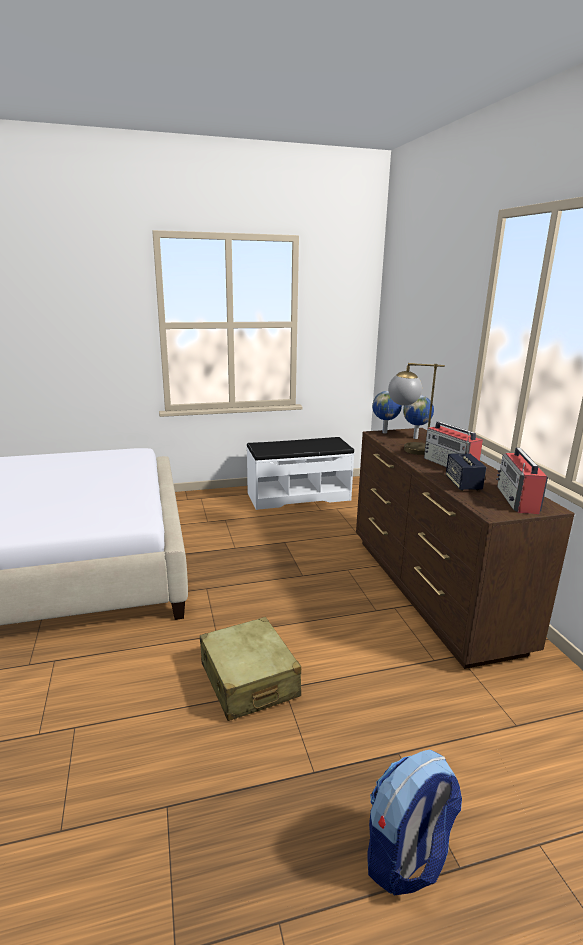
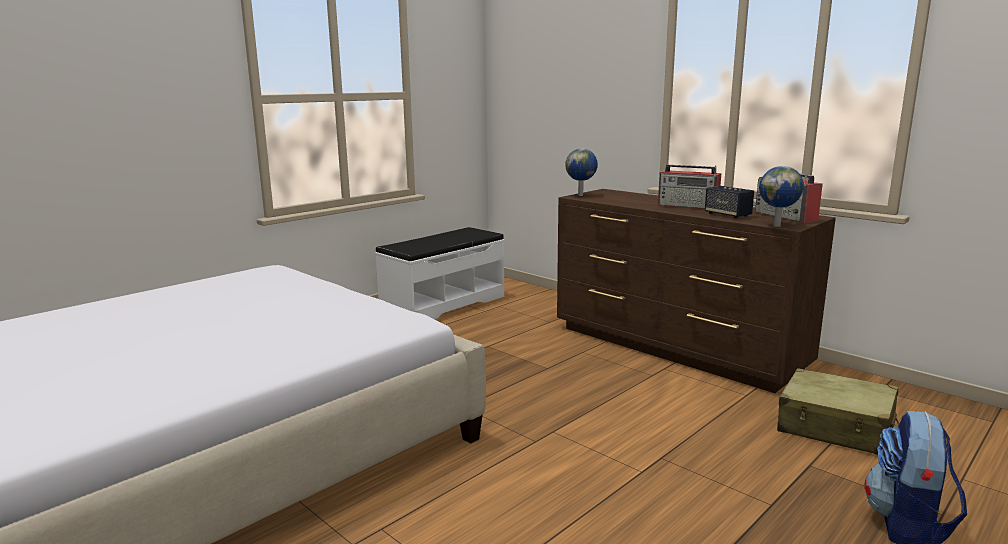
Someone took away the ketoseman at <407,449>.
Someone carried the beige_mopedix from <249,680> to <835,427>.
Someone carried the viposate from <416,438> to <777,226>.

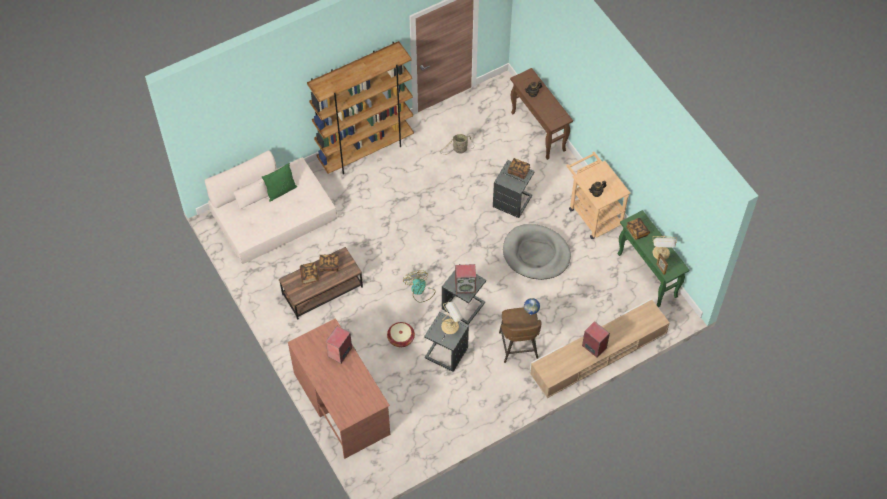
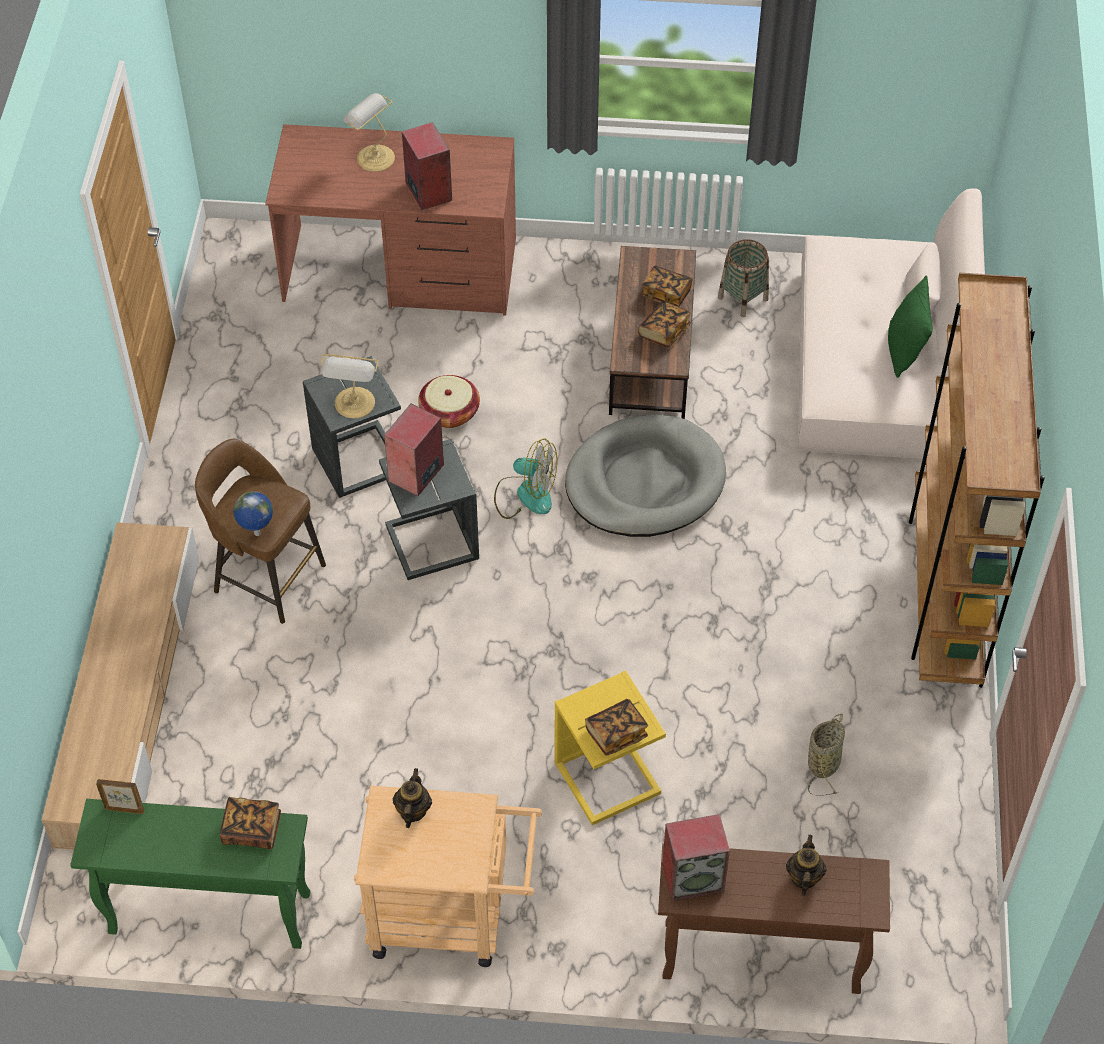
Someone put down the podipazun at <742,298>.
Someone carried the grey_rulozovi from <536,254> to <645,482>.
Someone carried the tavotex from <593,347> to <693,877>.
Someone carried the ketoseman from <661,253> to <373,157>.
Someone repainted the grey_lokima at <513,201>, which became the yellow_lokima at <607,780>.

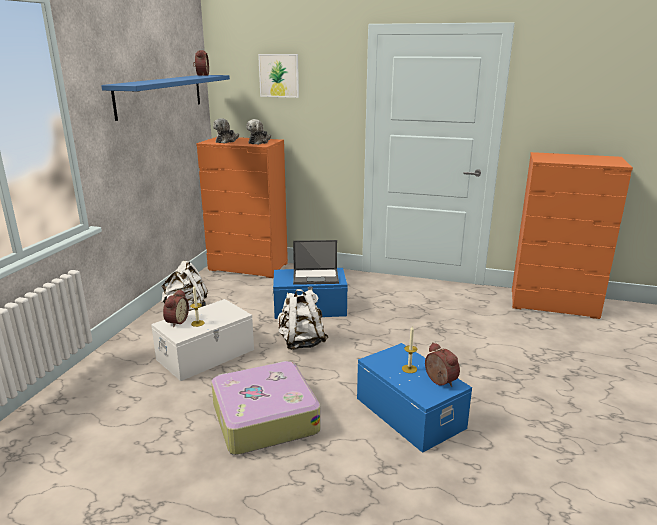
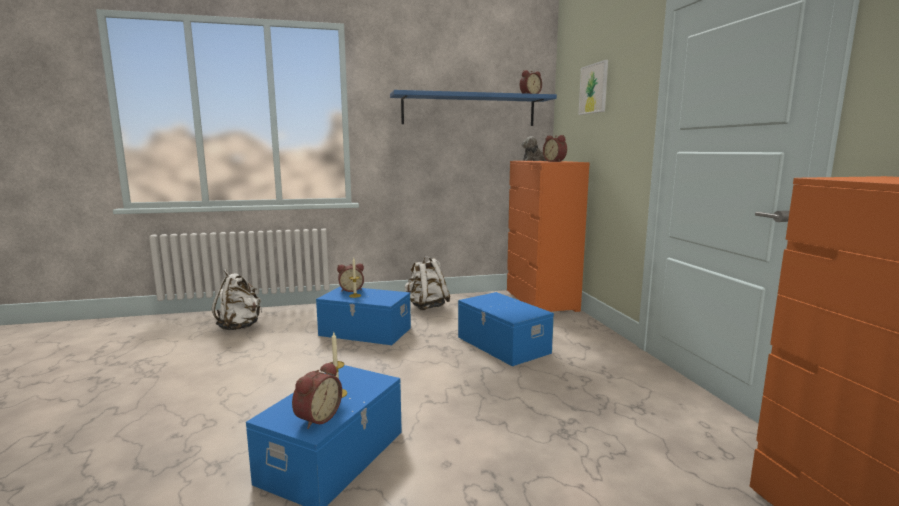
Someone took away the mopedix at <264,418>.
Someone took away the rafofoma at <316,277>.
Someone carried the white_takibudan from <301,342> to <239,327>.
Someone swapped the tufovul at <259,142> for the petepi at <555,161>.
Someone repainted the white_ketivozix at <206,355>, which became the blue_ketivozix at <365,332>.

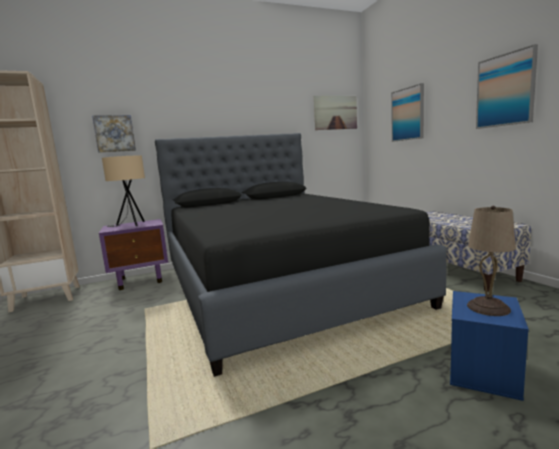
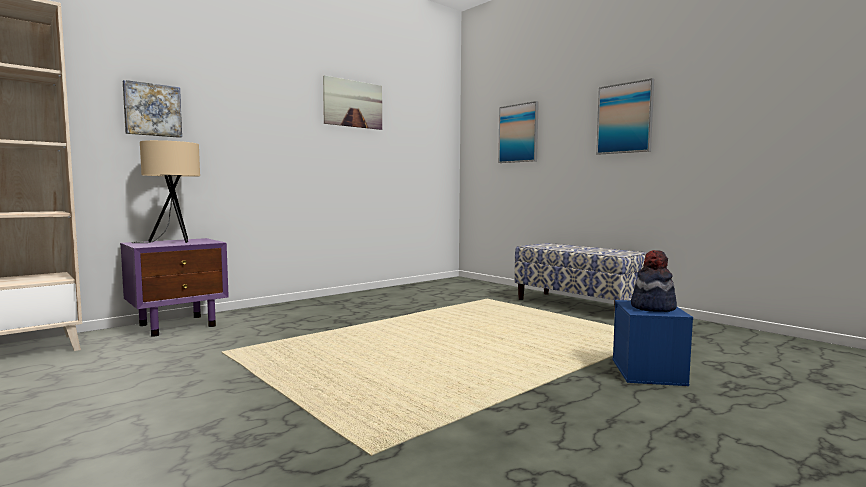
Someone took away the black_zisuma at <278,284>.
Someone carried the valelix from <335,112> to <353,104>.
Someone swapped the beige_ketoseman at <487,307> for the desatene at <652,307>.

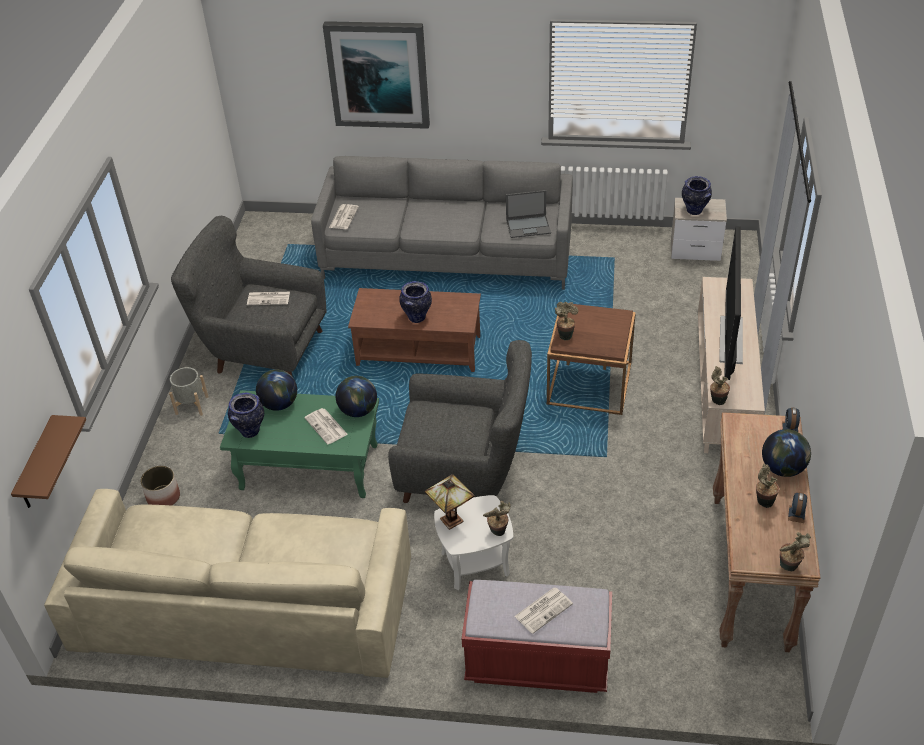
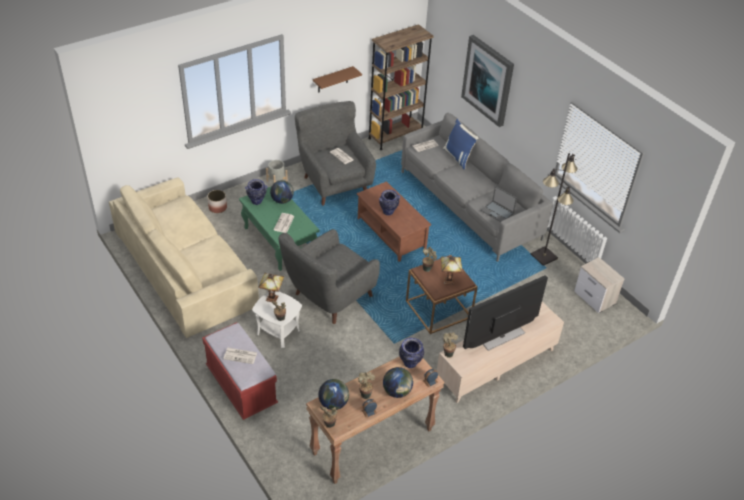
Someone put down the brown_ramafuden at <395,136>.
Someone put down the ketoseman at <448,280>.
Someone put down the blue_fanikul at <458,157>.
Someone put down the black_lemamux at <544,256>.
Someone carried the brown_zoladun from <37,465> to <333,79>.
Someone carried the viposate from <358,410> to <333,403>.
Someone carried the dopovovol from <694,211> to <410,364>.
Someone rotated the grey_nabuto at <465,474> by 75 degrees clockwise.

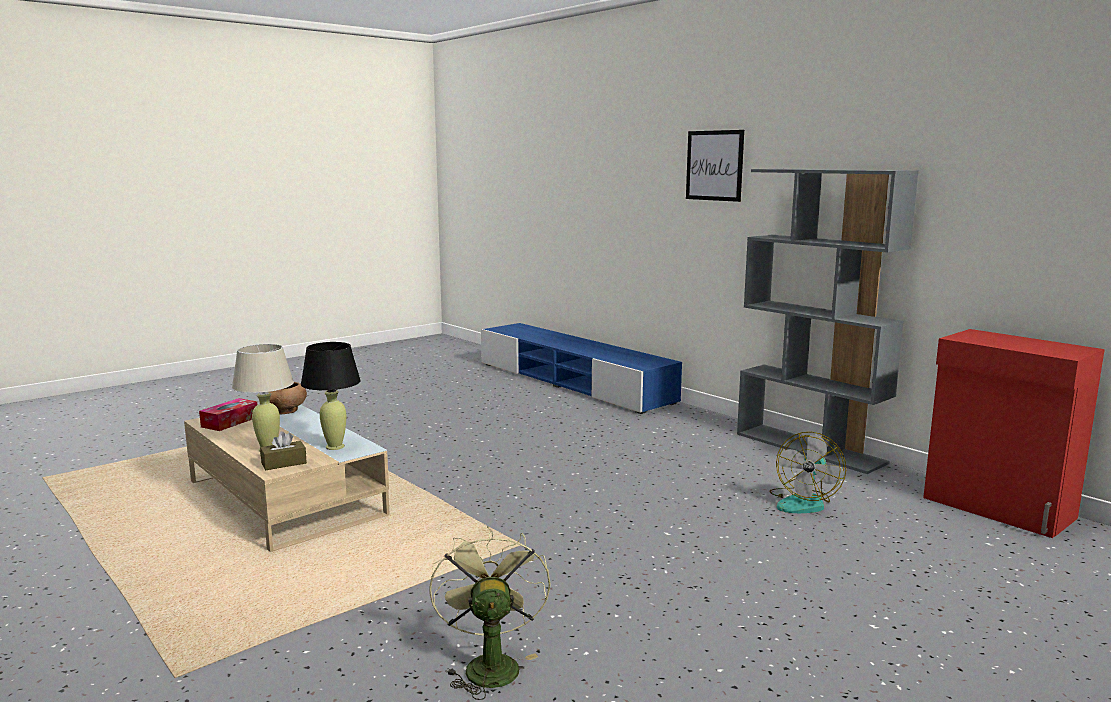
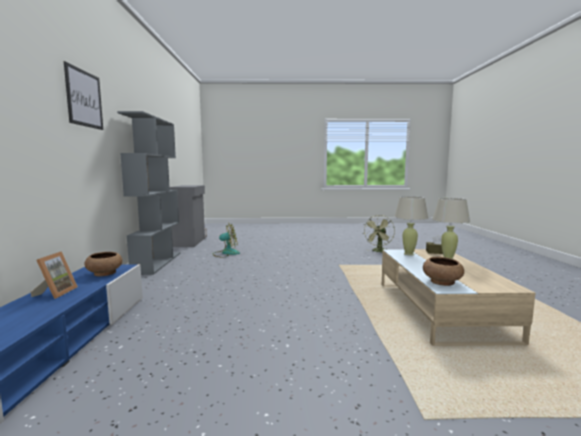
Someone took away the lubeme at <230,422>.
Someone put down the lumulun at <56,293>.
Someone put down the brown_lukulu at <105,273>.
Someone repainted the black_ketoseman at <335,447>, which became the beige_ketoseman at <409,254>.
Someone repainted the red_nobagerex at <998,508>, which became the grey_nobagerex at <190,242>.

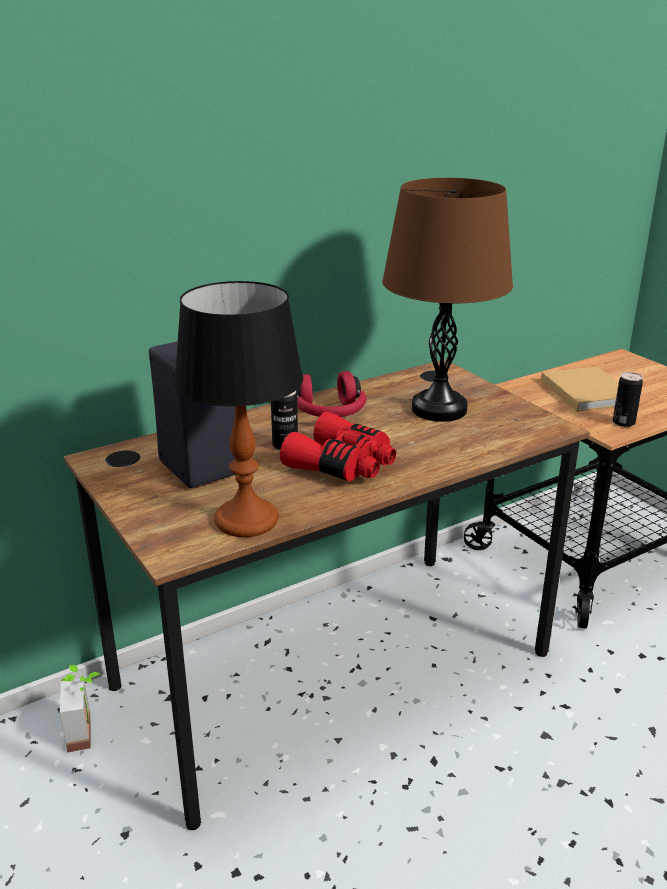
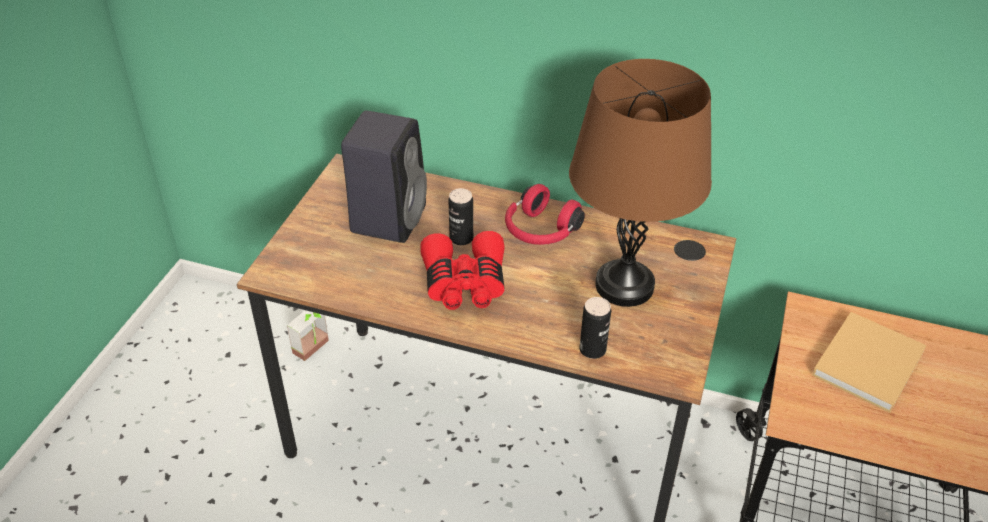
Someone took away the ketoseman at <246,520>.
Someone carried the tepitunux from <623,423> to <592,349>.

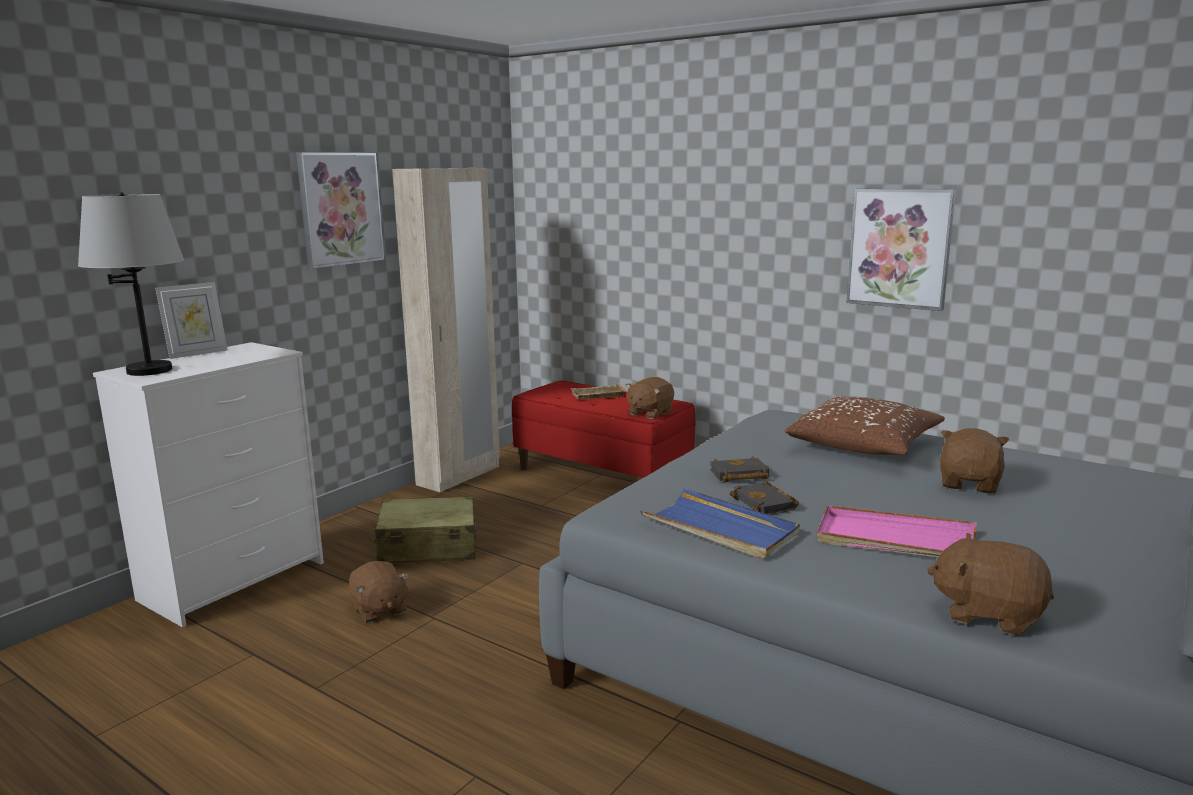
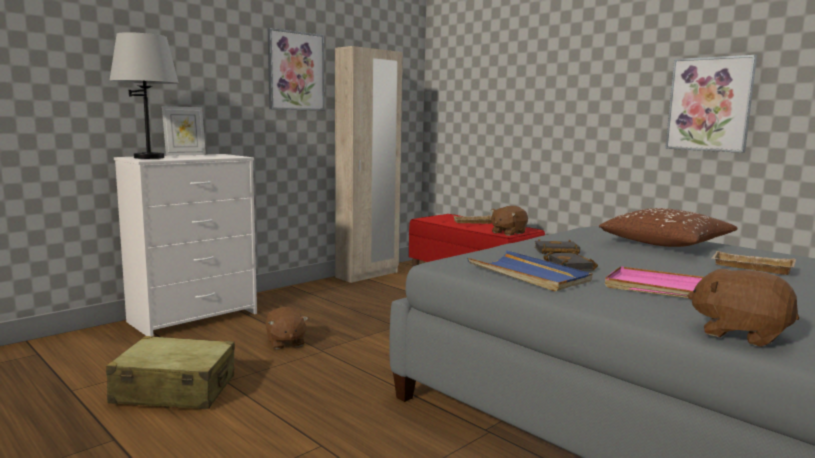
Someone carried the beige_mopedix from <427,547> to <175,390>.
Someone swapped the brown_tufovul at <970,484> for the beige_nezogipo at <750,268>.

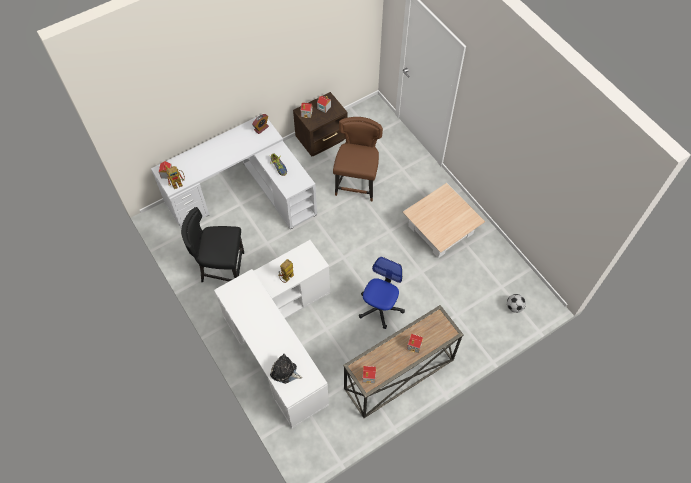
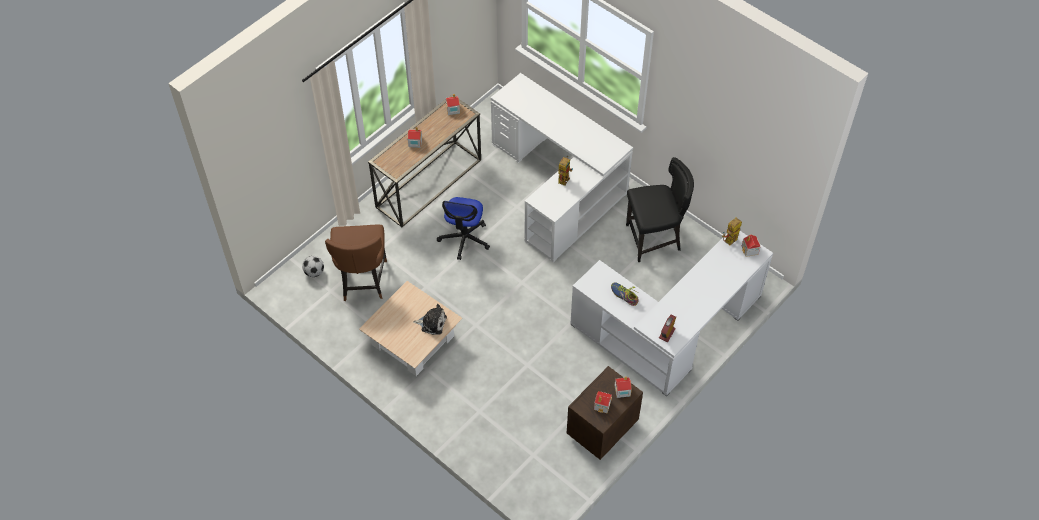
Someone carried the tufovul from <285,372> to <432,323>.
Someone carried the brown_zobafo from <357,183> to <362,281>.

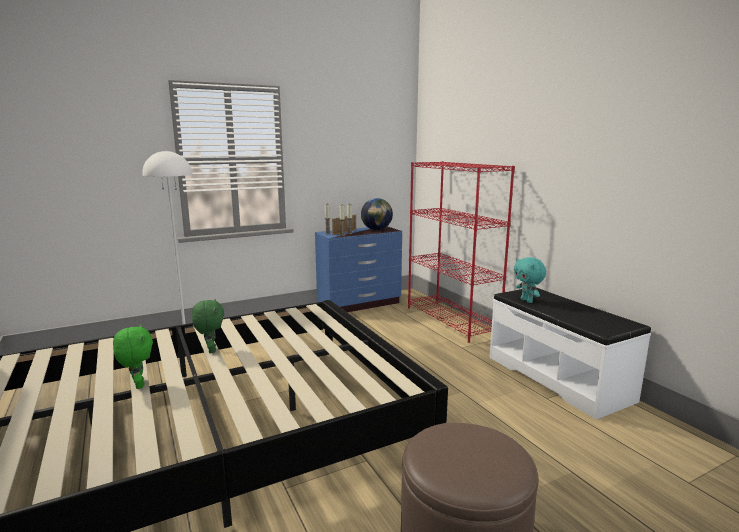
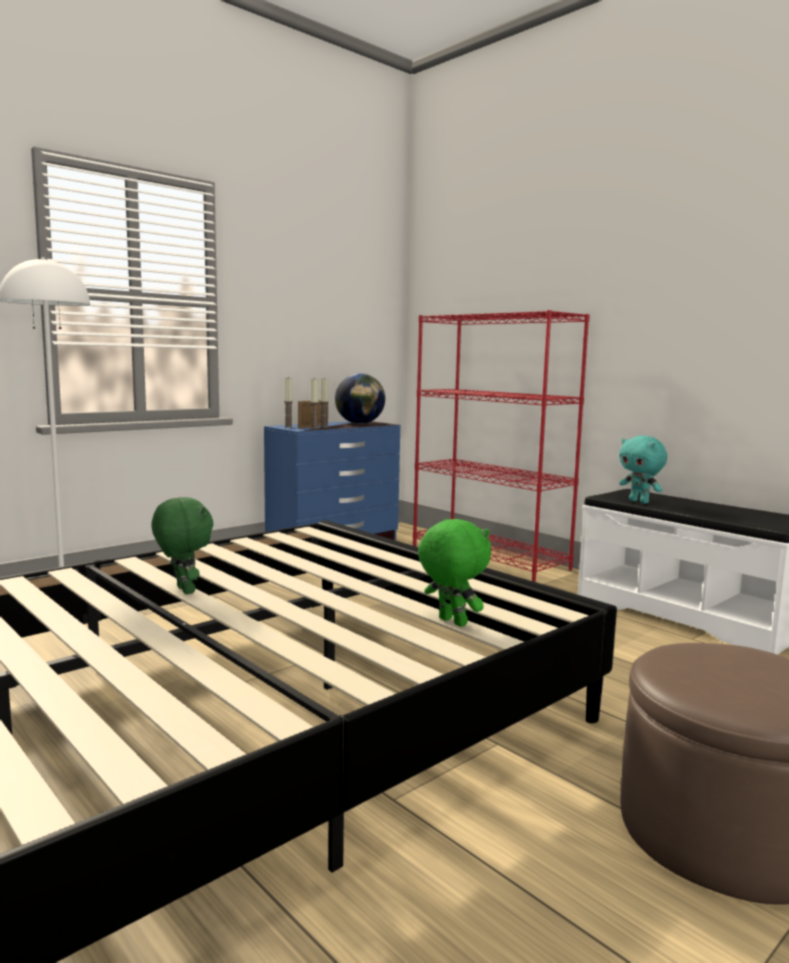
Someone carried the green_tufovul from <138,385> to <451,622>.

